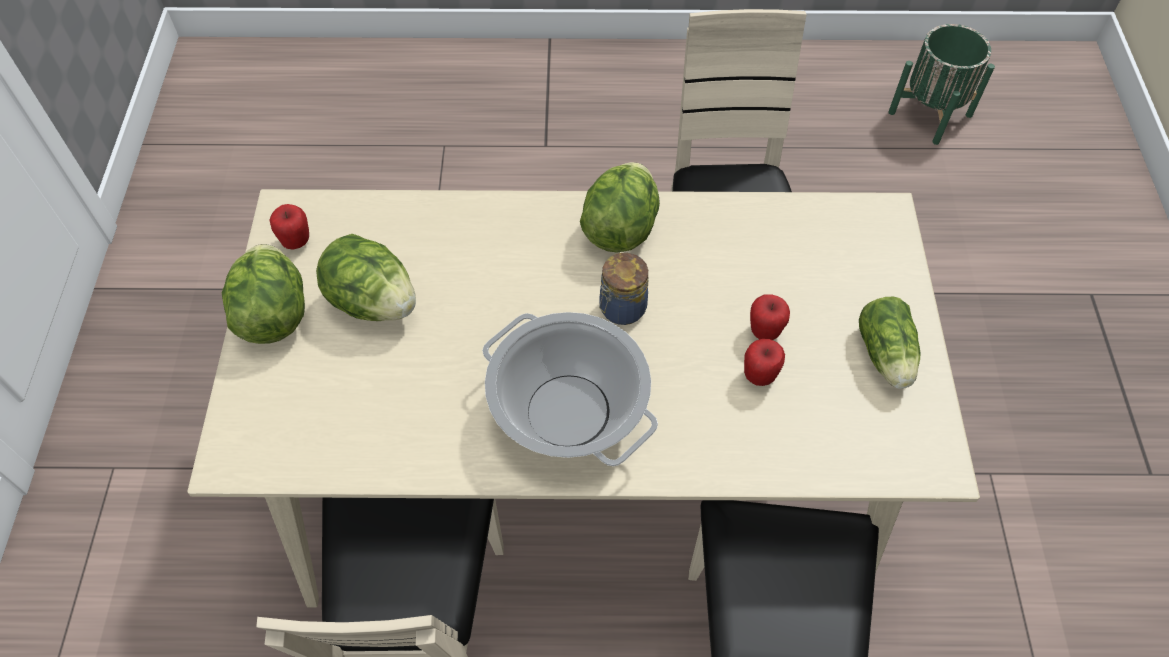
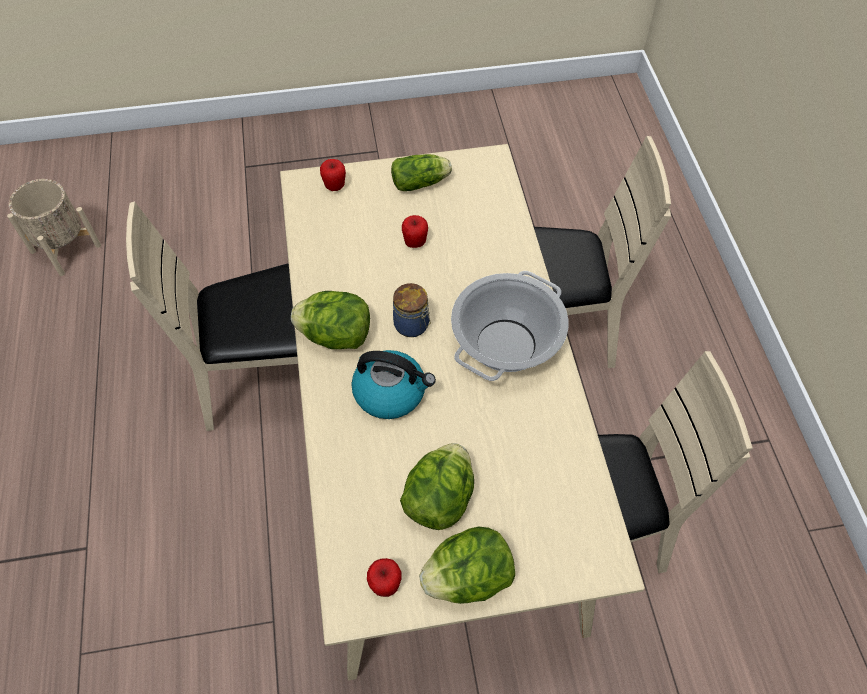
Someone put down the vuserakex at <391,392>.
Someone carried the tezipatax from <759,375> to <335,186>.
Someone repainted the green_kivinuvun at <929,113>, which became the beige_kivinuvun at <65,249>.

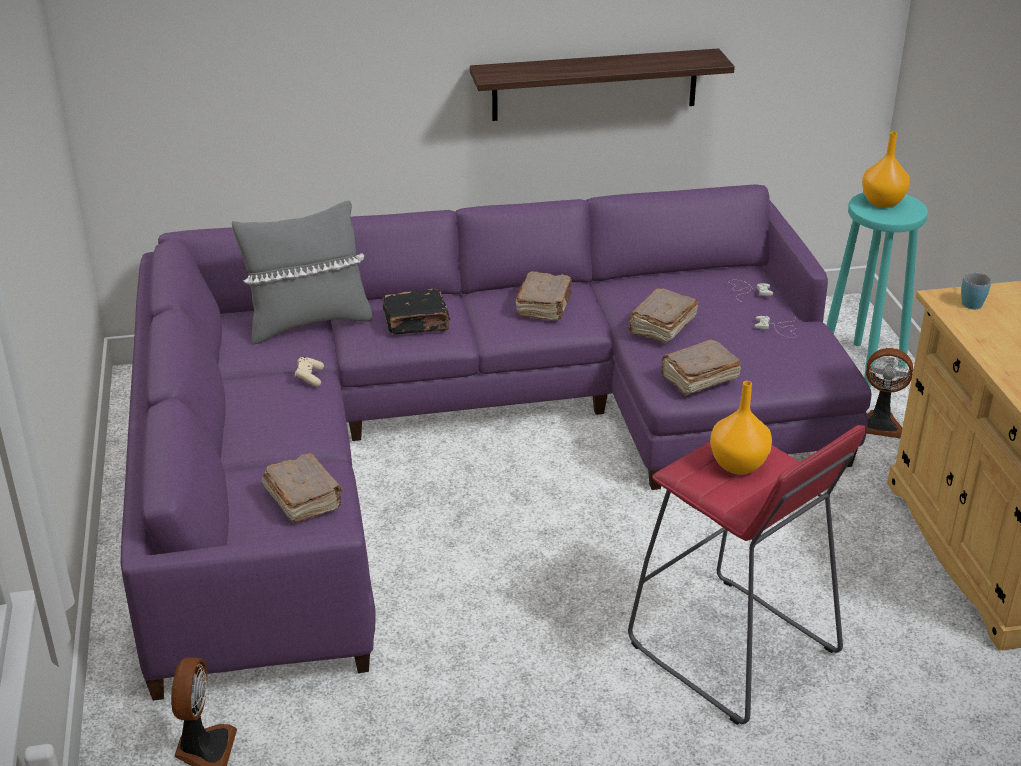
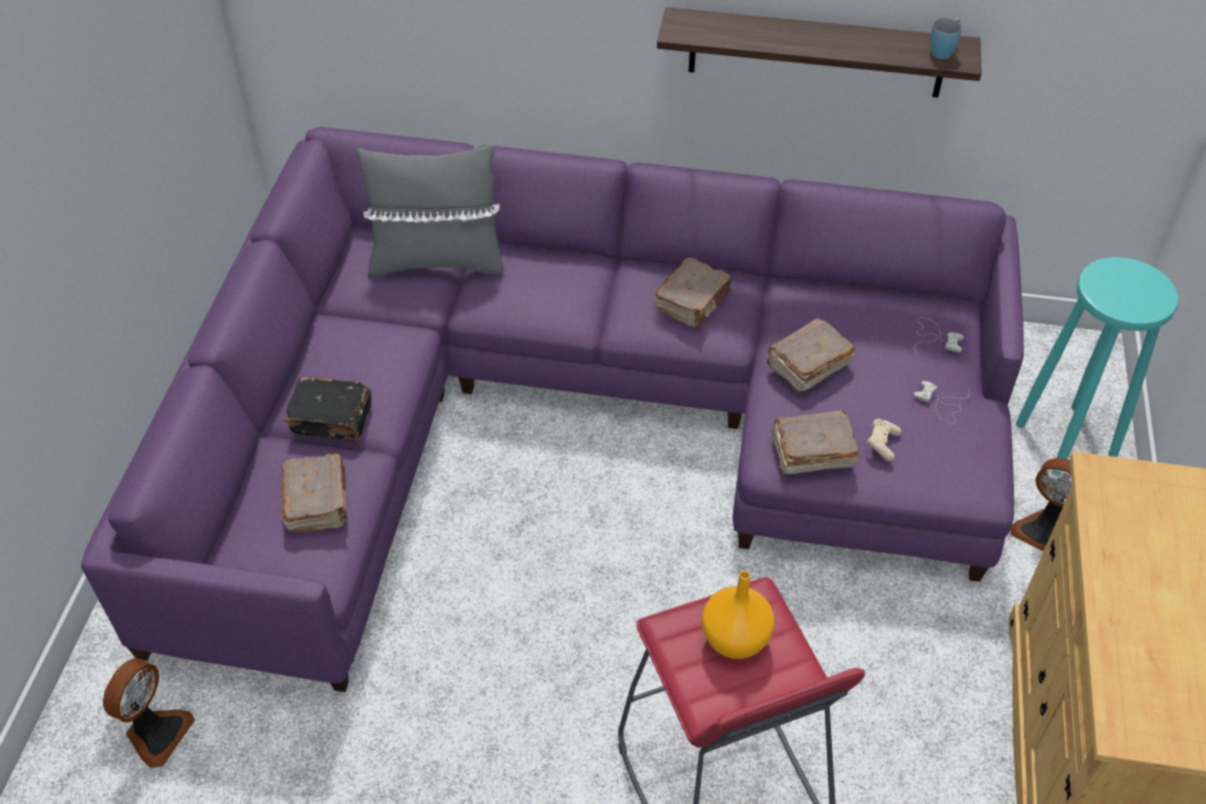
Someone took away the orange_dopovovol at <881,202>.
Someone carried the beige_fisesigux from <309,377> to <882,444>.
Someone carried the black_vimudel from <417,323> to <332,419>.
Someone carried the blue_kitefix from <972,301> to <944,50>.

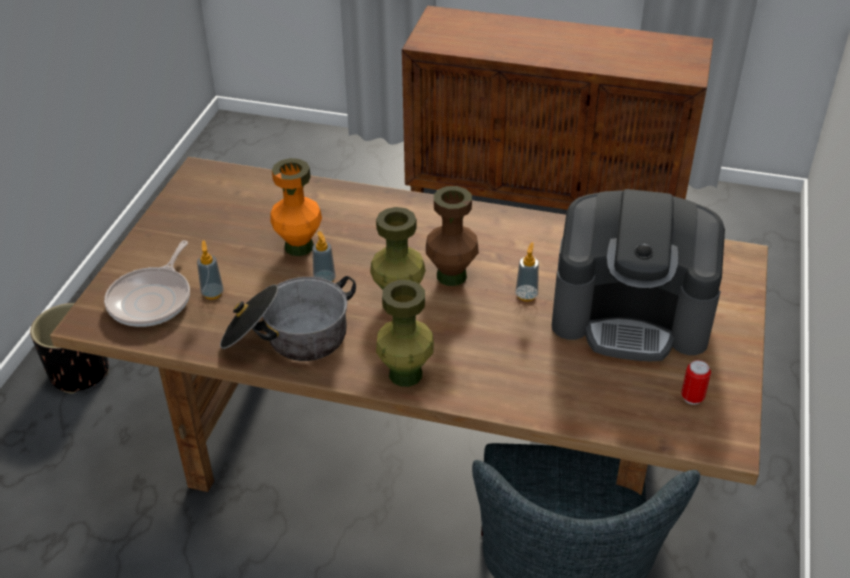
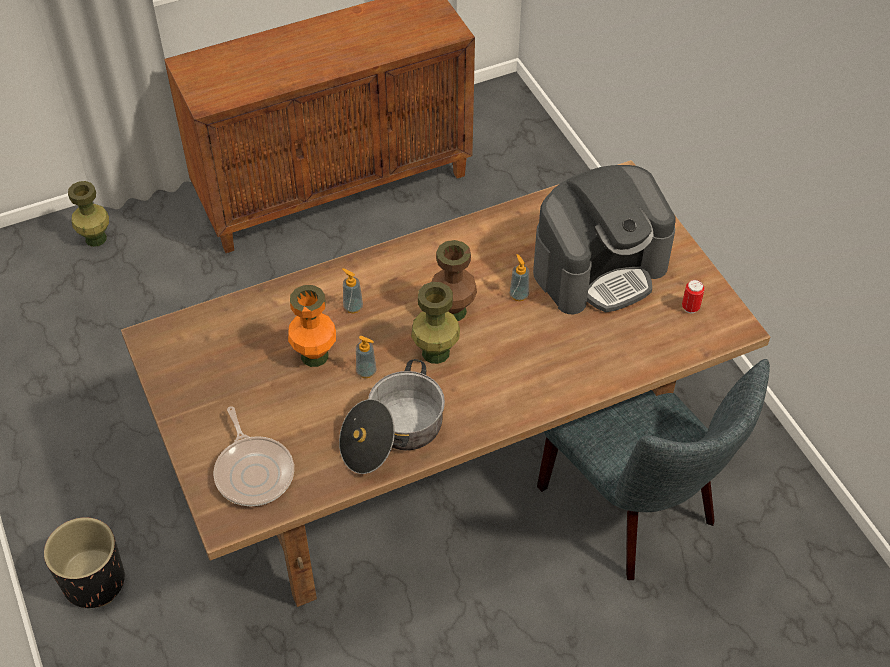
Someone carried the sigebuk from <212,293> to <353,307>.
Someone carried the green_dopovovol from <405,374> to <95,238>.

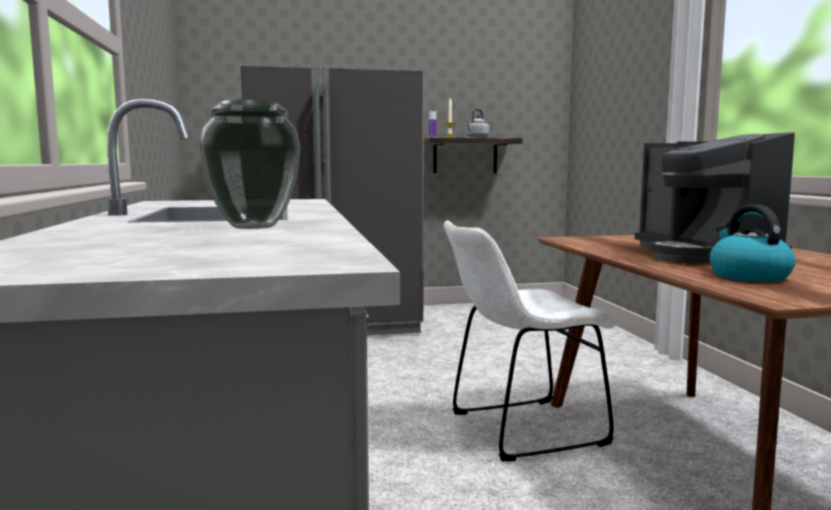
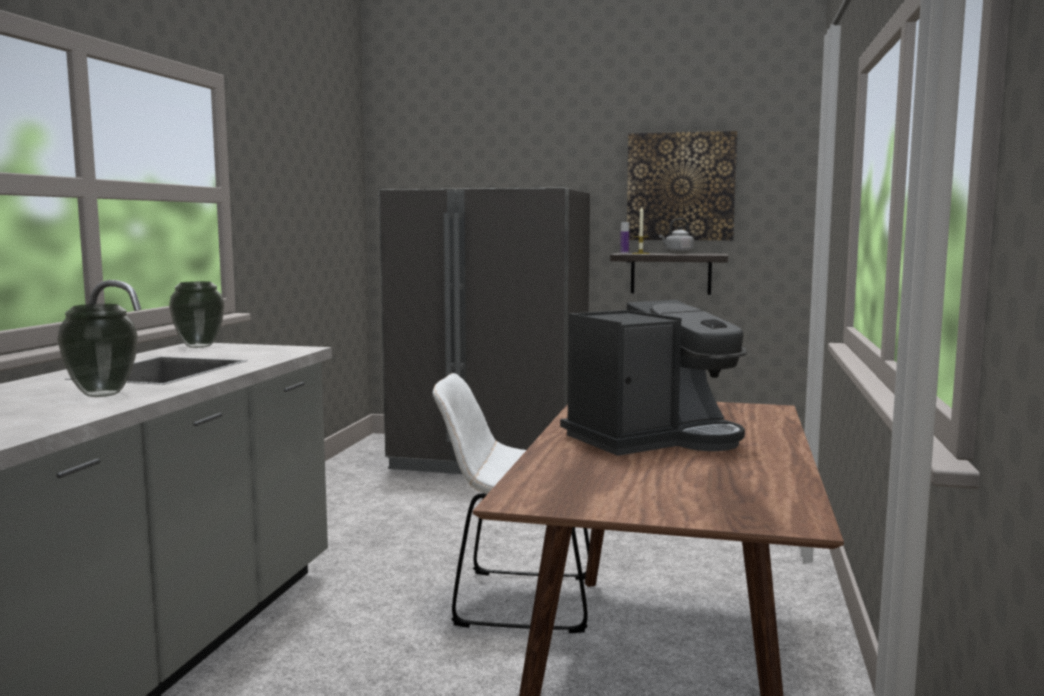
Someone took away the vuserakex at <747,276>.
Someone put down the dopovovol at <200,346>.
Someone put up the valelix at <680,186>.
Someone rotated the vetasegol at <702,255> by 135 degrees counterclockwise.

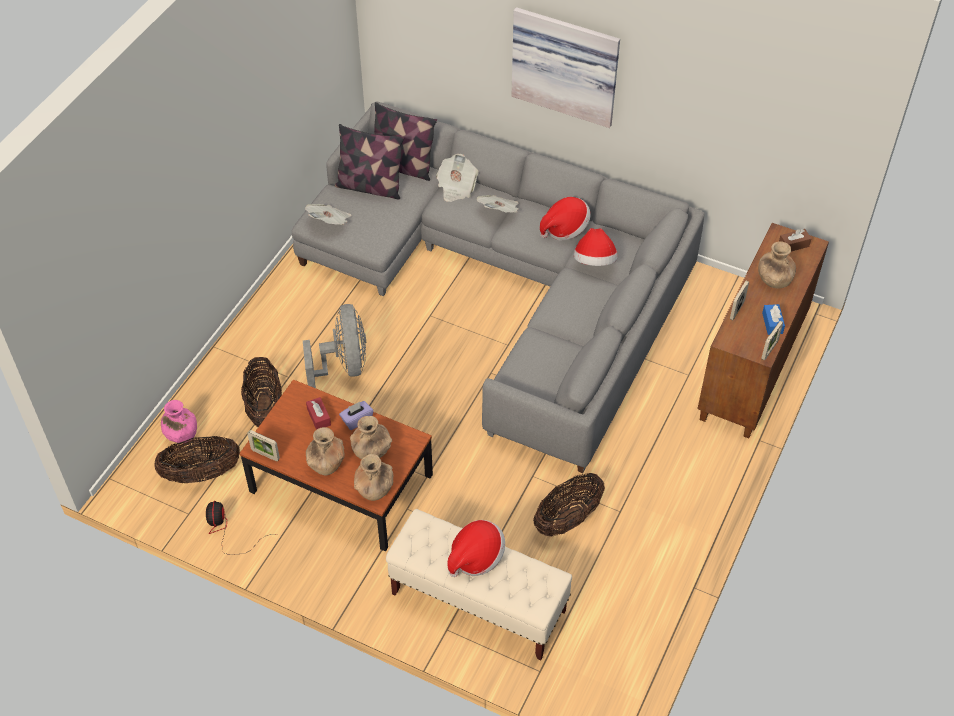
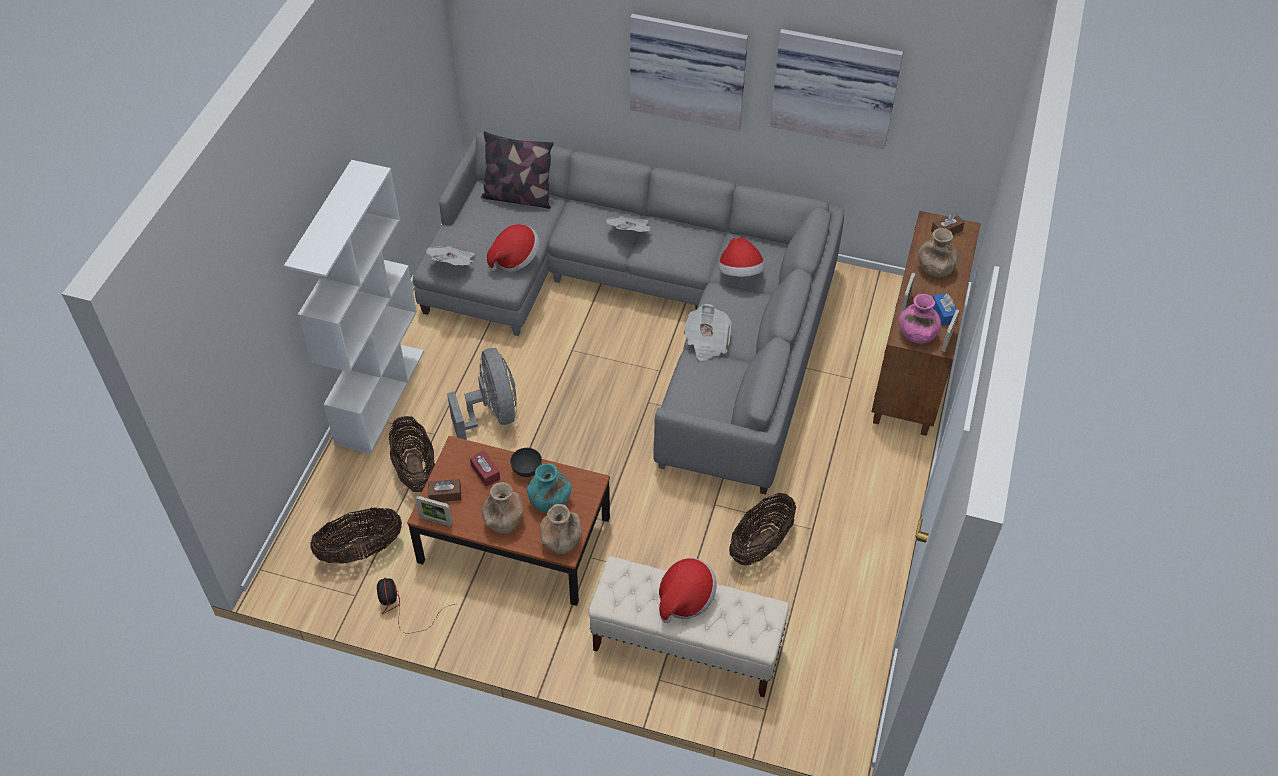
Someone took away the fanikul at <370,187>.
Someone put down the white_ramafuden at <380,396>.
Someone put down the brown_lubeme at <445,494>.
Someone put up the valelix at <835,86>.
Someone carried the pink_dopovovol from <181,434> to <916,334>.
Someone carried the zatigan from <456,187> to <707,342>.
Someone carried the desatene from <565,229> to <515,259>.
Someone swapped the purple_lubeme at <357,420> for the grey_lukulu at <527,470>.
Someone repainted the brown_dopovovol at <371,451>, which became the turquoise_dopovovol at <549,501>.

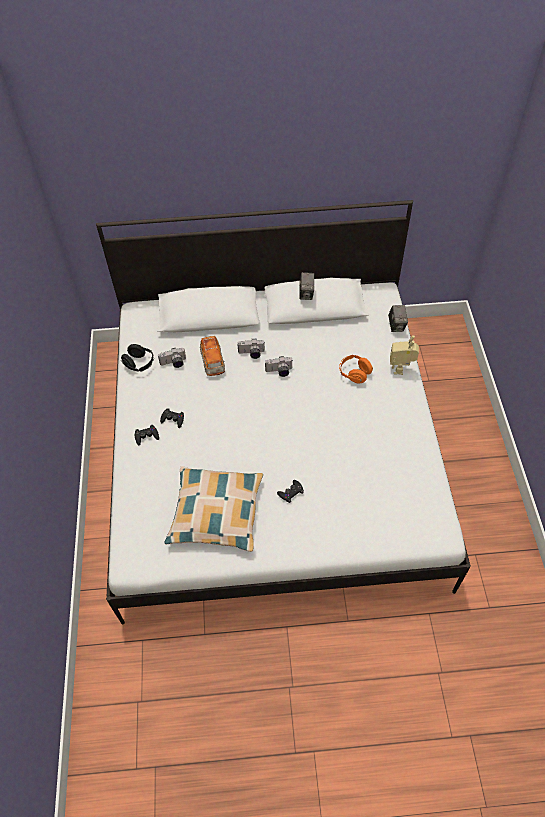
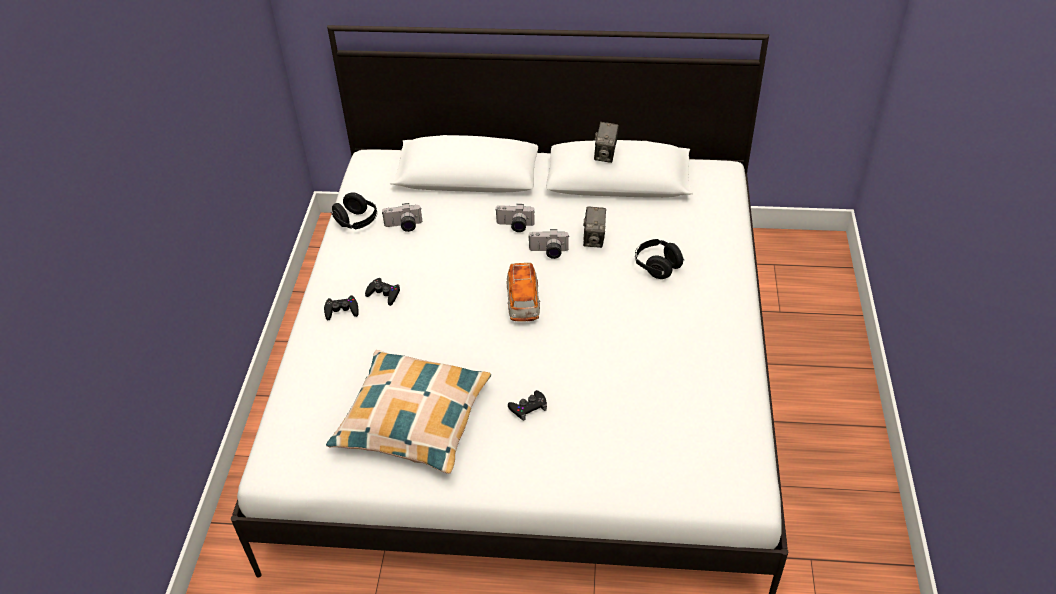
Someone took away the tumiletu at <401,368>.
Someone carried the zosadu from <213,362> to <523,303>.
Someone carried the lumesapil from <396,325> to <594,239>.
Someone repainted the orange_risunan at <354,373>, which became the black_risunan at <657,266>.

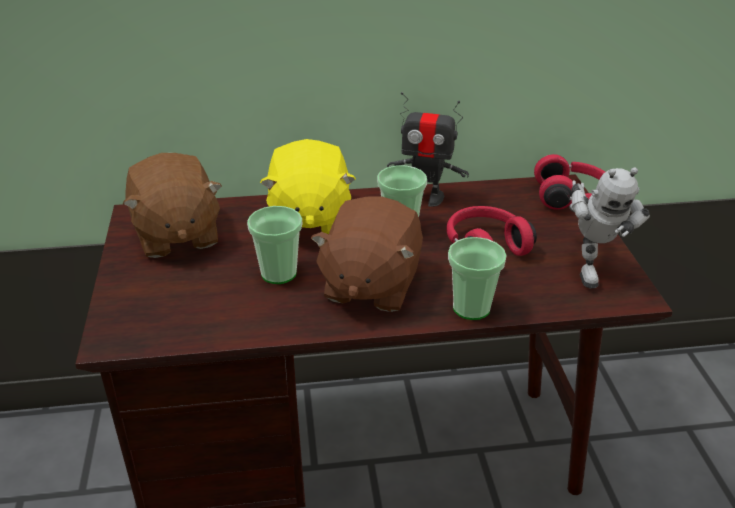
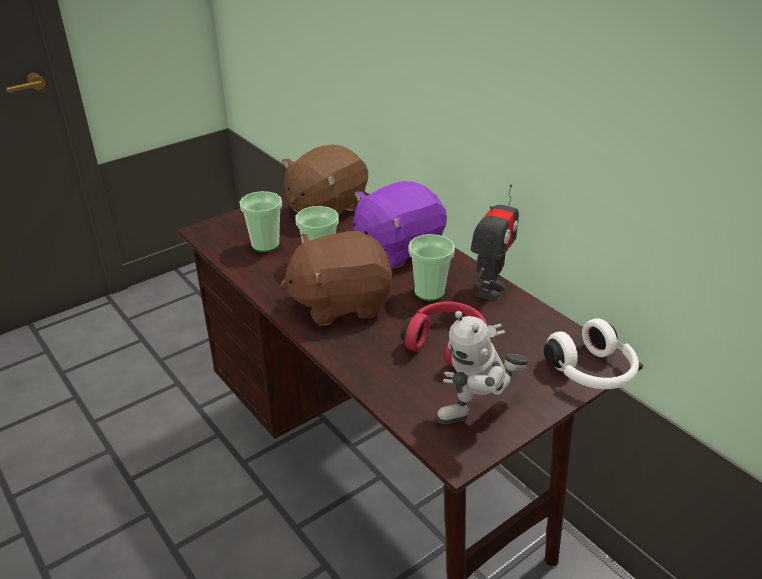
Someone carried the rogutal from <471,308> to <265,245>.
Someone repainted the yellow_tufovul at <309,220>, which became the purple_tufovul at <397,248>.
Someone repainted the red_risunan at <571,197>, which became the white_risunan at <592,372>.
Someone rotated the tumiletu at <425,198> by 135 degrees counterclockwise.

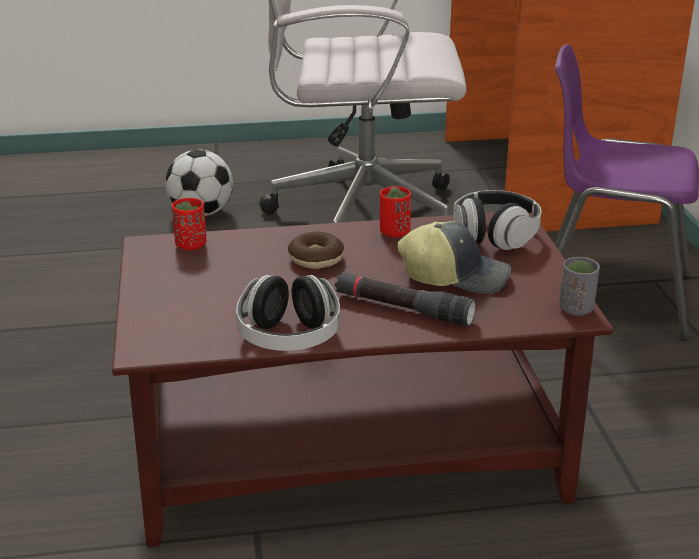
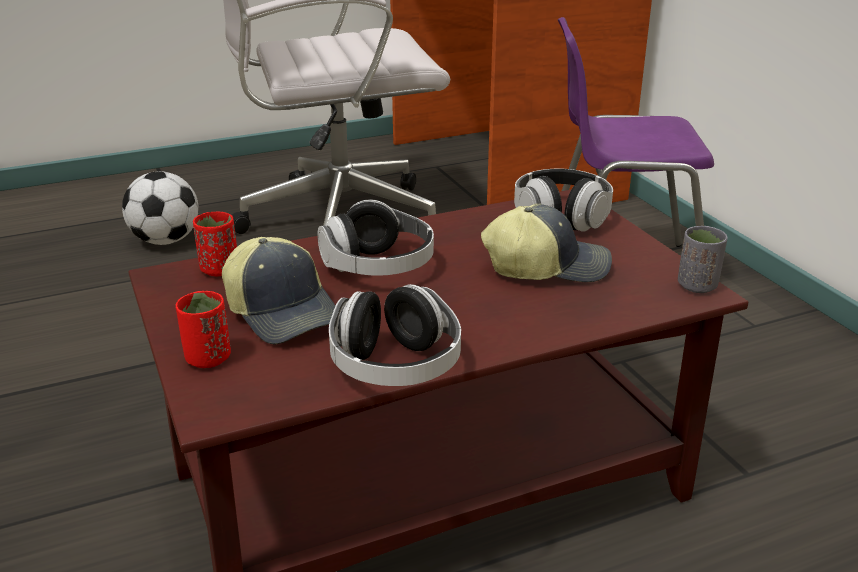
Someone took away the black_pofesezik at <403,309>.
Someone put down the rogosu at <283,312>.
Someone carried the red_rogutal from <394,232> to <208,358>.
Someone swapped the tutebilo at <316,259> for the risunan at <378,267>.

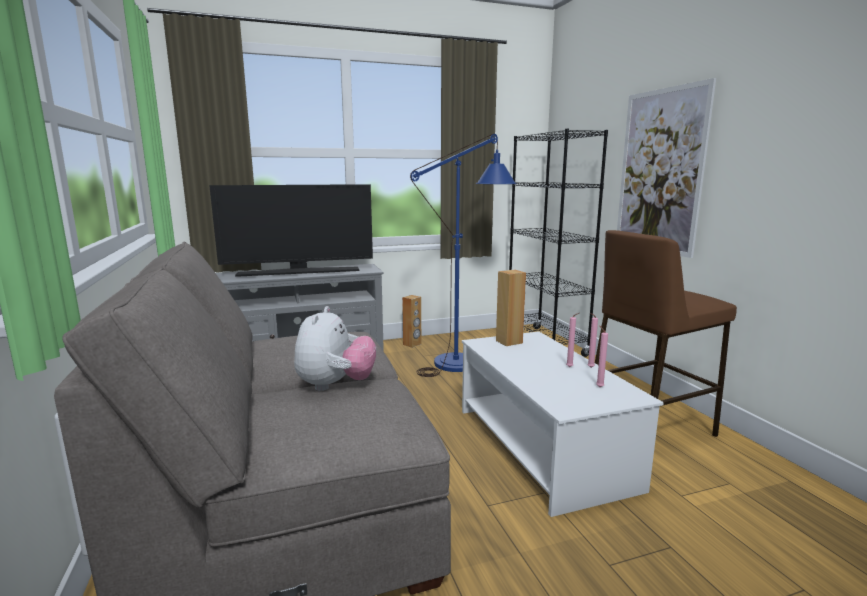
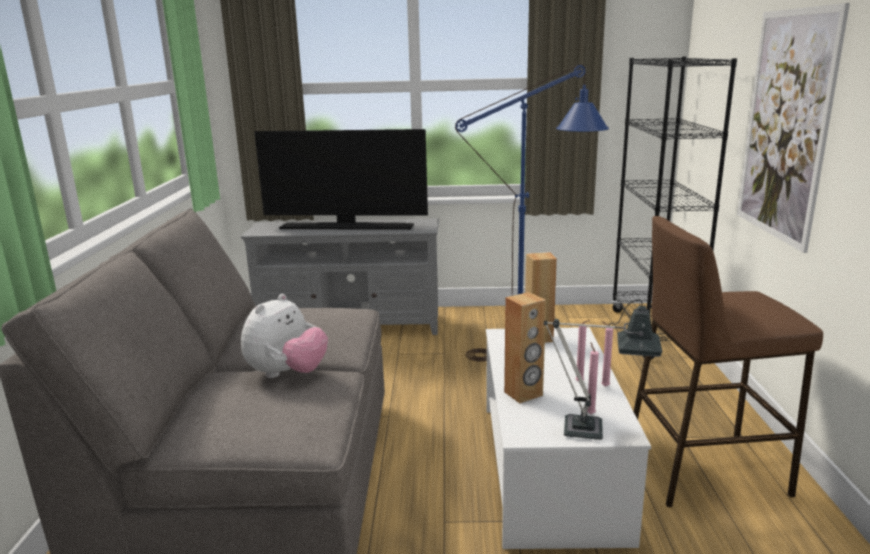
Someone put down the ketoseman at <594,431>.
Someone carried the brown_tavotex from <412,344> to <523,394>.

